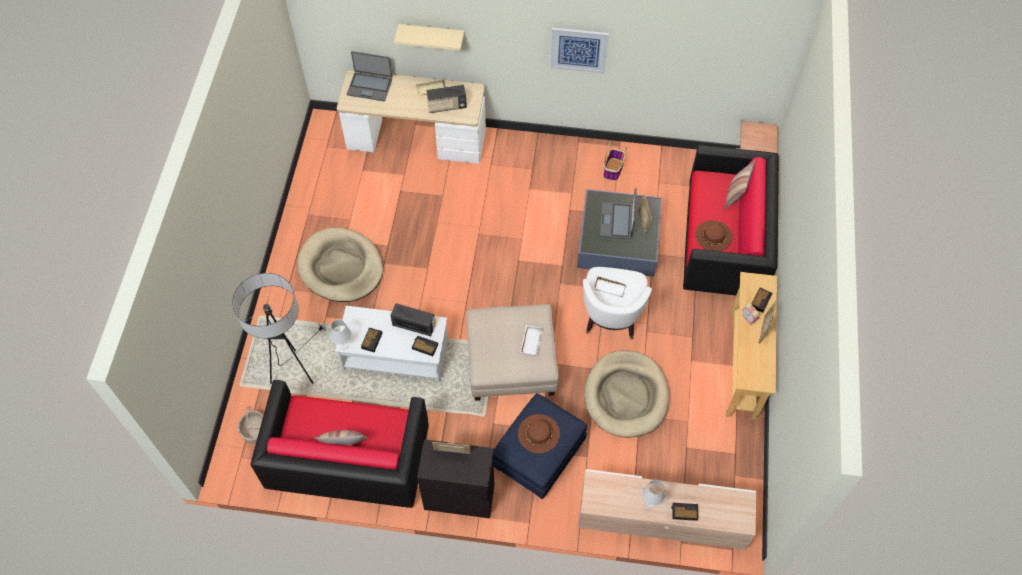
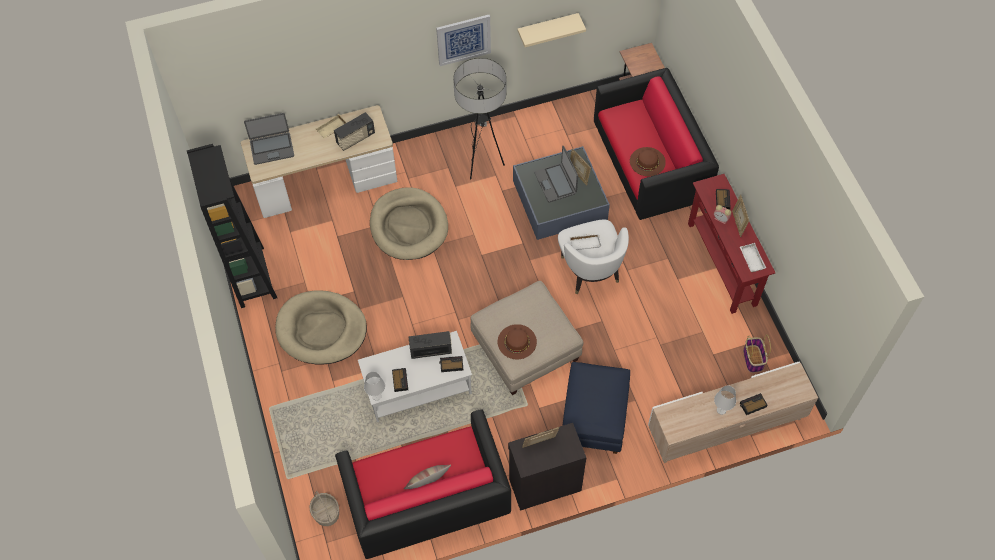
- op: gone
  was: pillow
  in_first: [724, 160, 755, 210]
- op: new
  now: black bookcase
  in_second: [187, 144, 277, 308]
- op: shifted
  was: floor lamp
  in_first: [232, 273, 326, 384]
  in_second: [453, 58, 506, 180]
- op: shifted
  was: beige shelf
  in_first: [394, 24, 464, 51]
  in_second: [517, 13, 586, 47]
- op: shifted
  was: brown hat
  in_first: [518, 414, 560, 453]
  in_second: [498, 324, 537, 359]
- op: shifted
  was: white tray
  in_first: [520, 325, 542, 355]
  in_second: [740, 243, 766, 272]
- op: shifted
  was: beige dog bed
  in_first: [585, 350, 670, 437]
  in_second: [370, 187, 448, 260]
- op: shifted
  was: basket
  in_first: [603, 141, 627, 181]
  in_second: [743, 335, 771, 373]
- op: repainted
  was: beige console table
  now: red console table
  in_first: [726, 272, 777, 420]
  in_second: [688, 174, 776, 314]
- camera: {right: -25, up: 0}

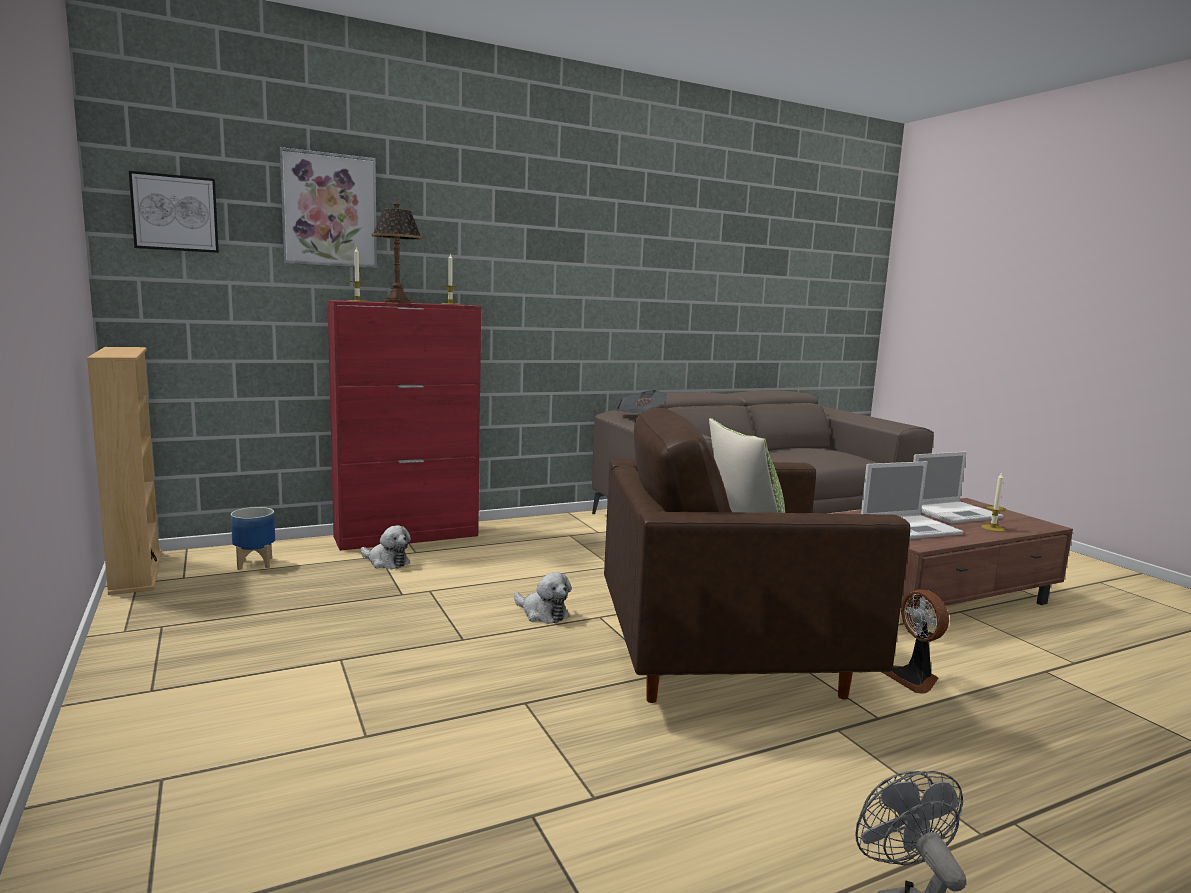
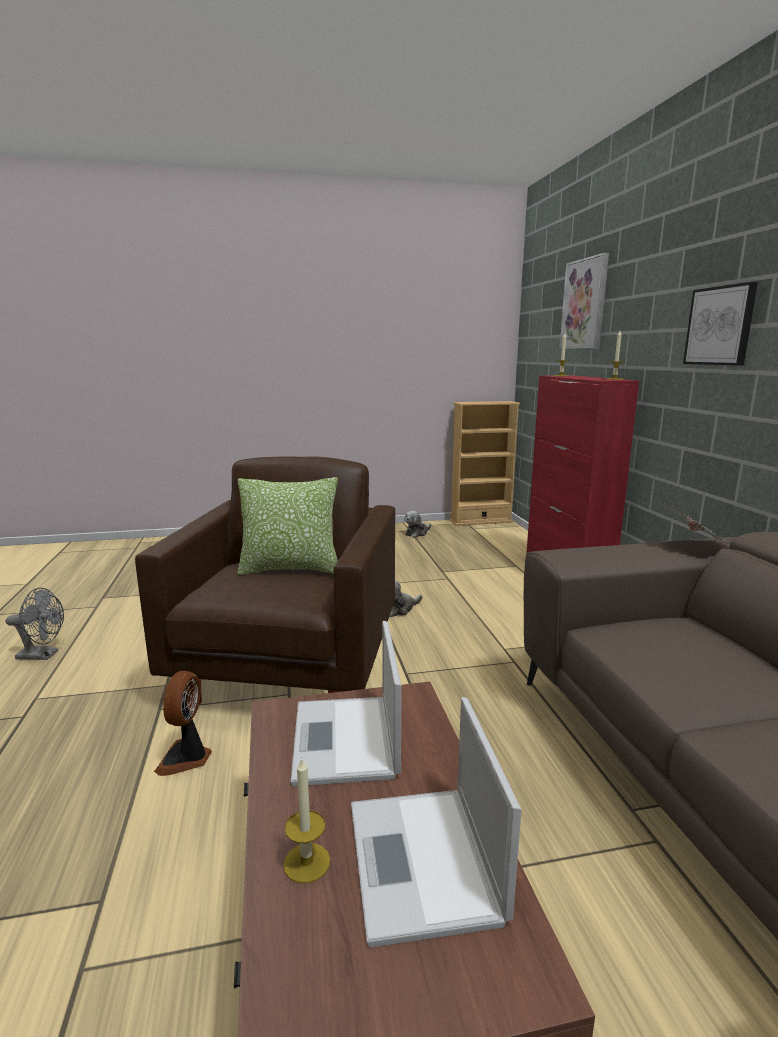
- op: gone
  was: planter
  in_first: [231, 507, 275, 570]
- op: gone
  was: table lamp
  in_first: [371, 202, 423, 303]
- op: shifted
  was: picture
  in_first: [129, 171, 219, 253]
  in_second: [683, 282, 758, 366]
- op: shifted
  was: plush toy
  in_first: [361, 525, 411, 569]
  in_second: [404, 511, 431, 538]
- op: rotated
  was: fan
  in_first: [882, 589, 949, 694]
  in_second: [154, 671, 212, 776]
  clockwise: -75
- camera: {right: 105, up: 5}

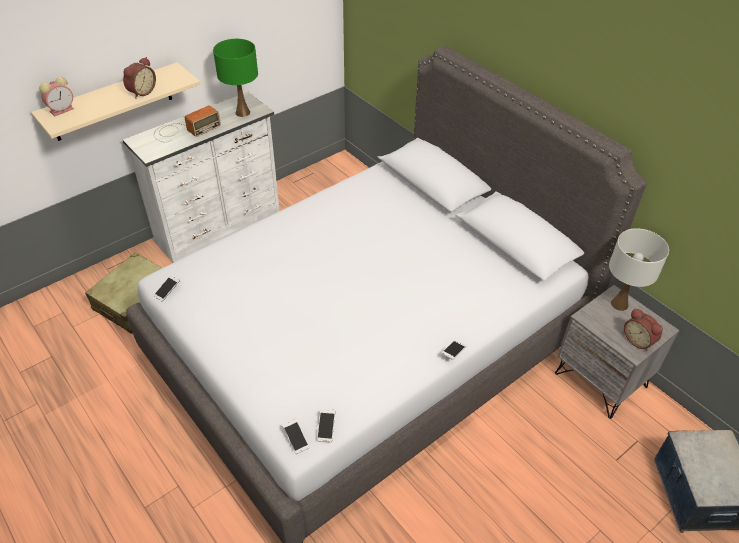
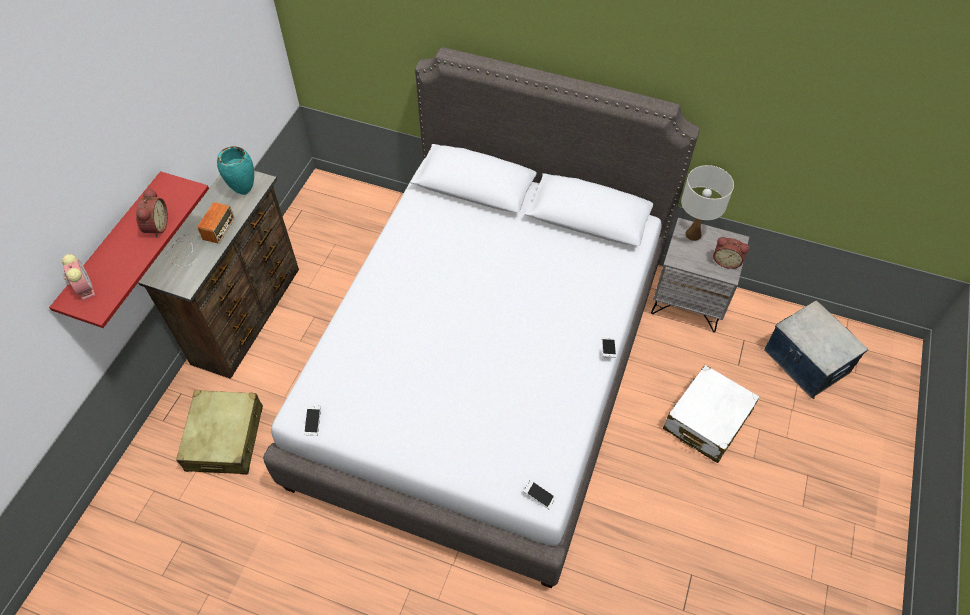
- op: gone
  was: phone
  in_first: [317, 409, 335, 442]
- op: new
  now: white suitcase
  in_second: [663, 365, 760, 463]
- op: swapped
  was: green table lamp
  now: turquoise vase
  in_first: [213, 39, 258, 117]
  in_second: [217, 146, 254, 195]
- op: repainted
  was: beige shelf
  now: red shelf
  in_first: [31, 62, 201, 141]
  in_second: [49, 171, 209, 328]
- op: repainted
  was: white dresser
  now: brown dresser
  in_first: [123, 92, 280, 263]
  in_second: [138, 171, 299, 379]
- op: rotated
  was: alarm clock
  in_first: [39, 77, 74, 117]
  in_second: [62, 254, 96, 301]
  clockwise: -45
- camera: {right: -30, up: 10}

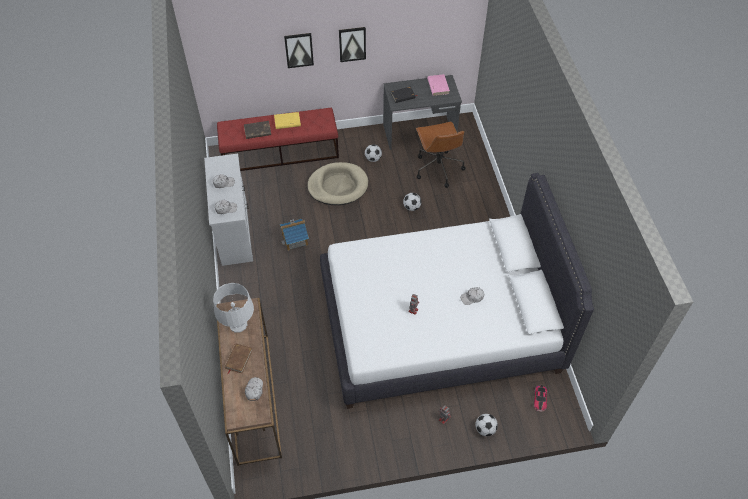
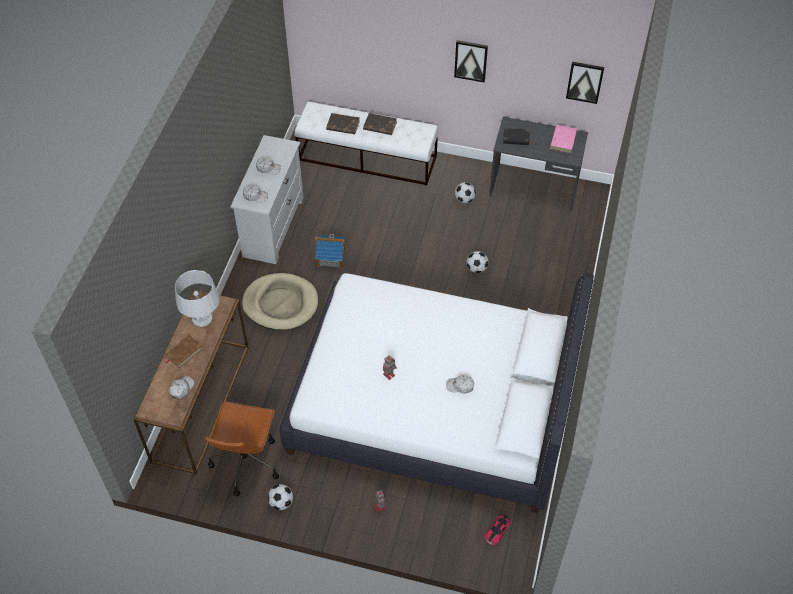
- op: shifted
  was: picture
  in_first: [284, 33, 314, 68]
  in_second: [566, 62, 604, 104]
- op: shifted
  was: beige dog bed
  in_first: [308, 162, 368, 205]
  in_second: [242, 273, 318, 330]
- op: shifted
  was: brown office chair
  in_first: [416, 122, 466, 188]
  in_second: [204, 401, 279, 496]
- op: shifted
  was: football
  in_first: [475, 414, 498, 436]
  in_second: [268, 484, 293, 510]
- op: repainted
  was: red bench
  now: white bench
  in_first: [217, 108, 339, 171]
  in_second: [294, 101, 439, 185]
- op: repainted
  was: yellow book
  now: brown book
  in_first: [274, 112, 301, 129]
  in_second: [363, 113, 397, 135]
- camera: {right: 25, up: 0}

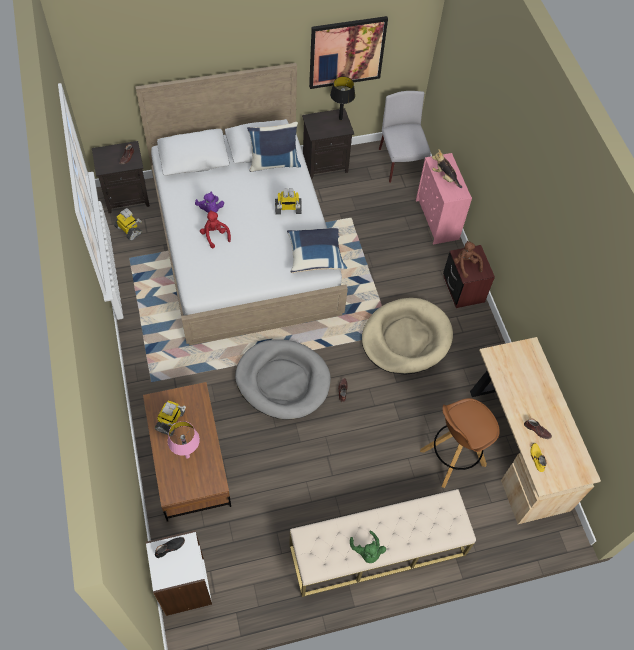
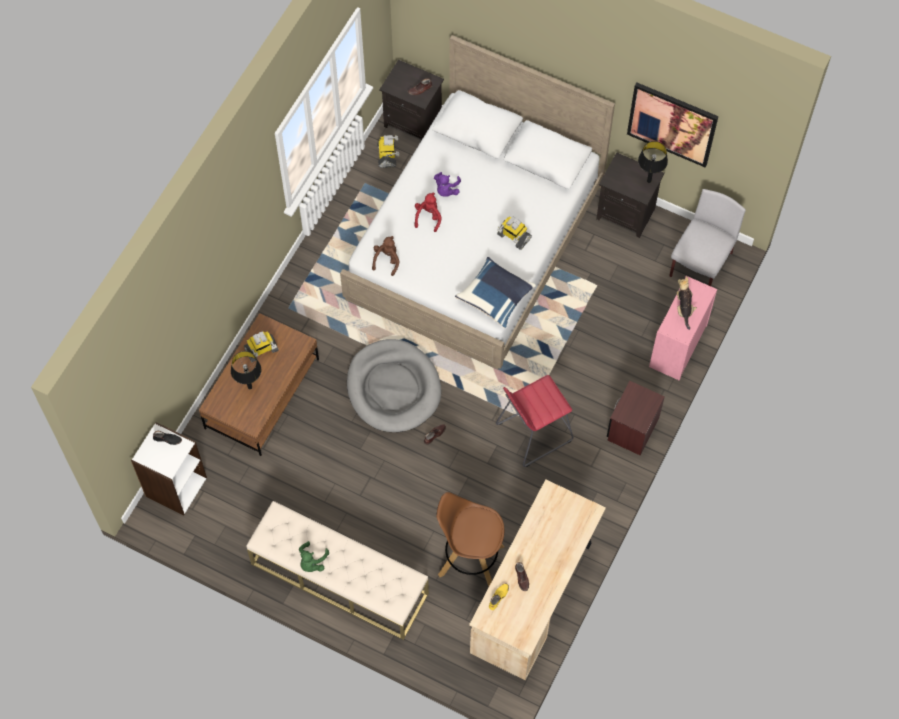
- op: gone
  was: blue pillow
  in_first: [247, 122, 301, 172]
- op: shifted
  was: brown plush toy
  in_first: [454, 241, 483, 278]
  in_second: [372, 236, 400, 276]
- op: swapped
  was: beige dog bed
  now: red stool
  in_first: [362, 298, 453, 375]
  in_second: [496, 375, 573, 467]
- op: repainted
  was: pink table lamp
  now: black table lamp
  in_first: [168, 421, 200, 458]
  in_second: [231, 351, 261, 389]
- camera: {right: 45, up: 5}

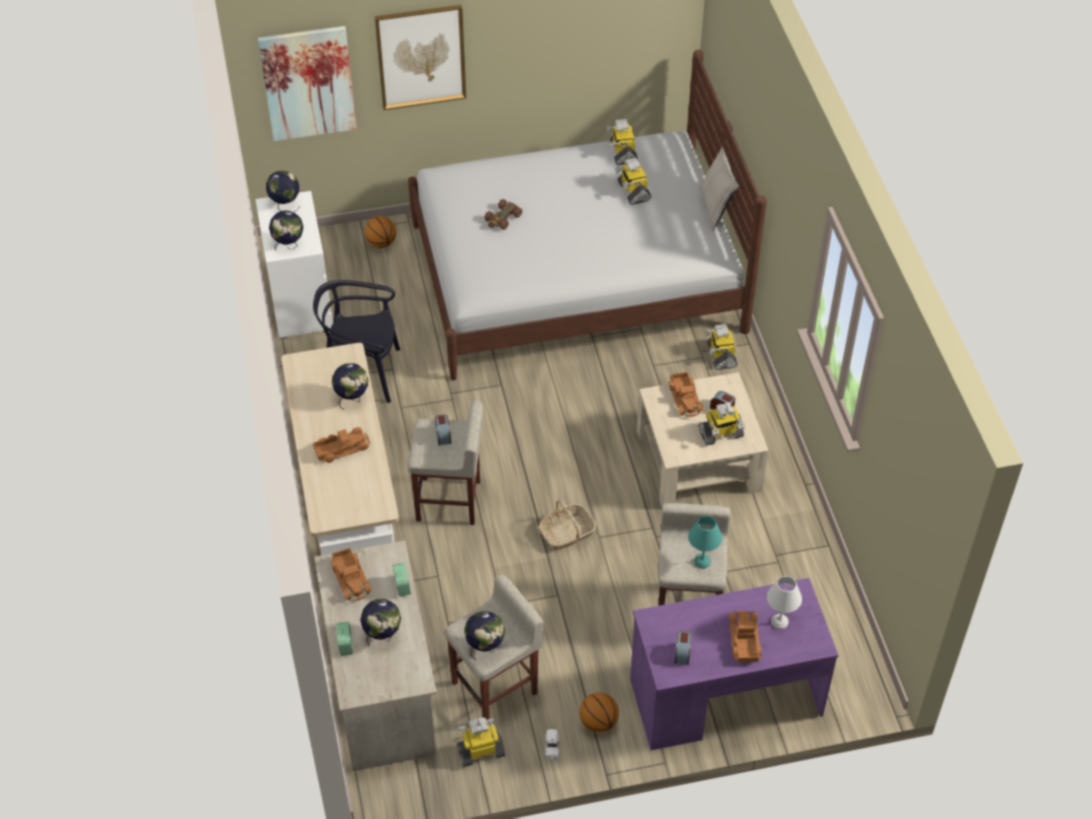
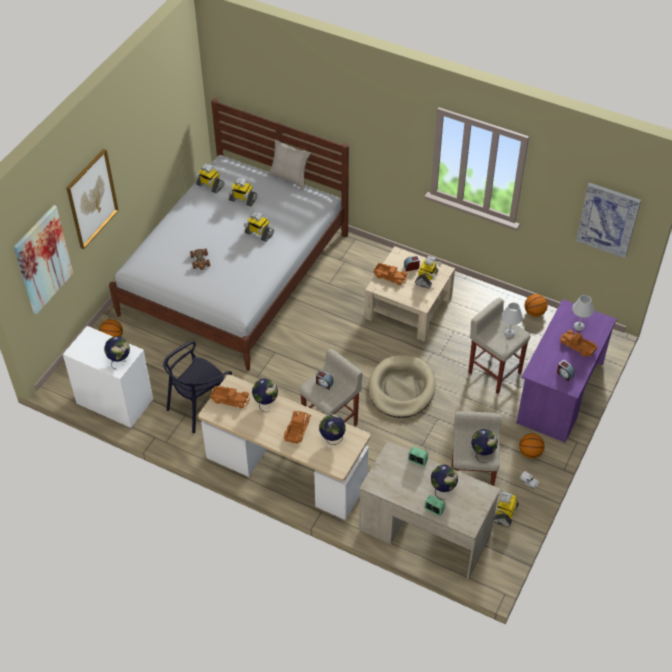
- op: new
  now: basketball
  in_second: [525, 294, 548, 317]
- op: new
  now: picture
  in_second: [576, 183, 641, 258]
- op: shifted
  was: globe
  in_first: [266, 170, 300, 212]
  in_second: [319, 414, 346, 445]
- op: shifted
  was: toy truck
  in_first: [330, 548, 372, 601]
  in_second: [210, 386, 250, 408]
- op: shifted
  was: toy robot
  in_first: [705, 324, 738, 370]
  in_second: [244, 211, 274, 242]
- op: swapped
  was: basket
  now: beige dog bed
  in_first: [539, 500, 596, 550]
  in_second: [368, 355, 436, 418]
- op: repainted
  was: turquoise table lamp
  now: white table lamp
  in_first: [688, 516, 722, 569]
  in_second: [502, 303, 523, 338]
- camera: {right: -50, up: 0}

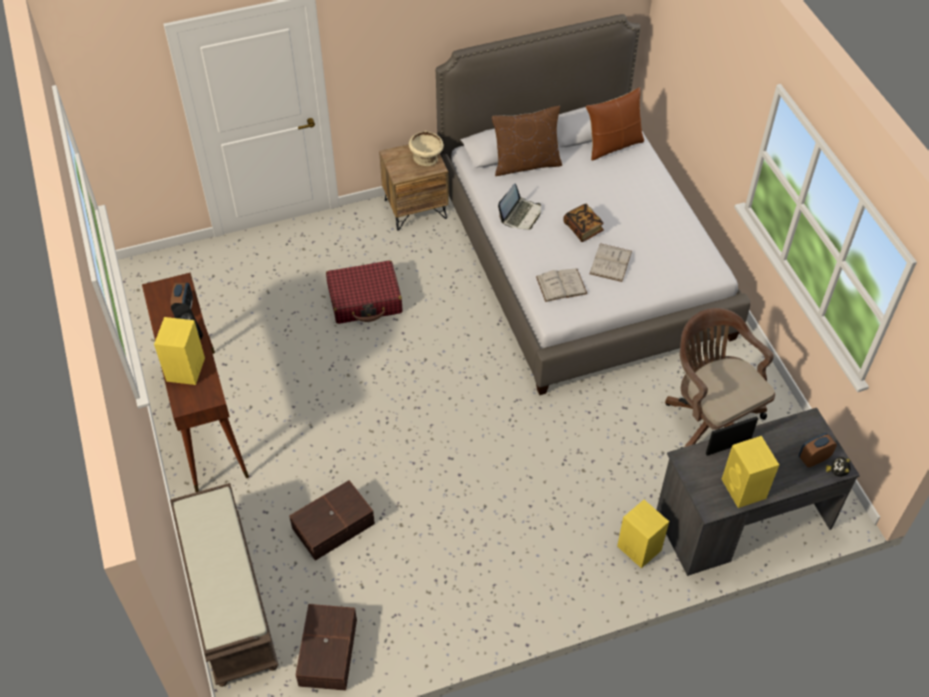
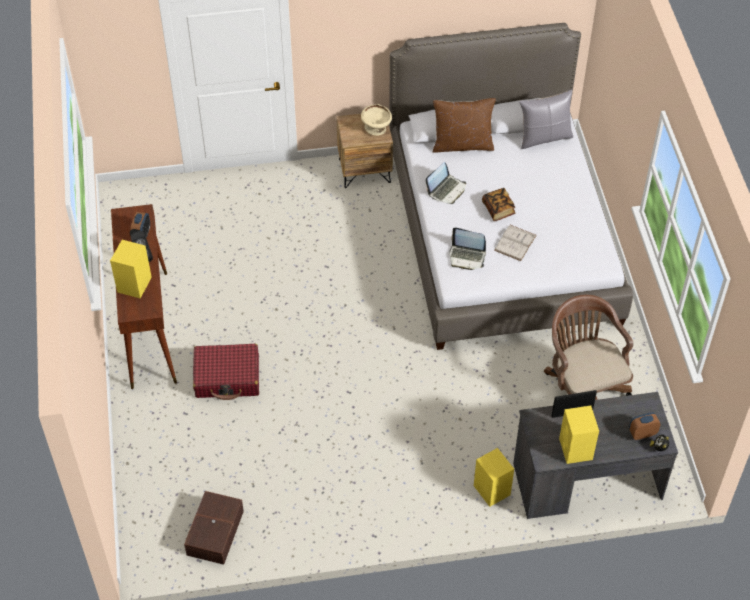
- op: gone
  was: brown bench
  in_first: [170, 483, 279, 687]
- op: gone
  was: brown storage box
  in_first: [289, 480, 375, 561]
- op: shifted
  was: red suitcase
  in_first: [326, 260, 403, 324]
  in_second: [193, 344, 259, 400]
- op: swapped
  was: white book
  now: laptop
  in_first: [536, 269, 587, 302]
  in_second: [449, 228, 486, 270]
- op: repainted
  was: brown pillow
  now: grey pillow
  in_first: [586, 87, 644, 161]
  in_second: [519, 90, 573, 149]
- camera: {right: 10, up: 0}

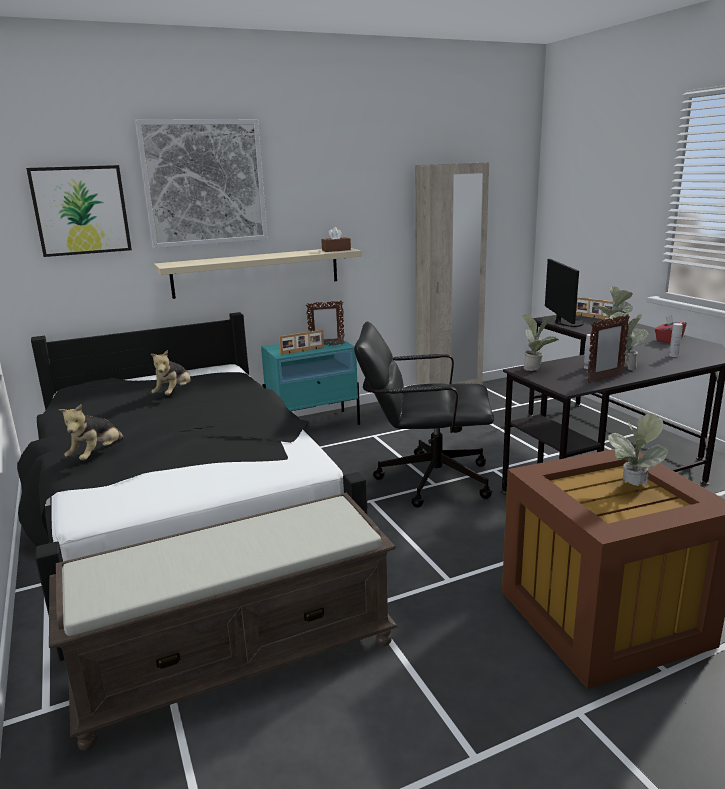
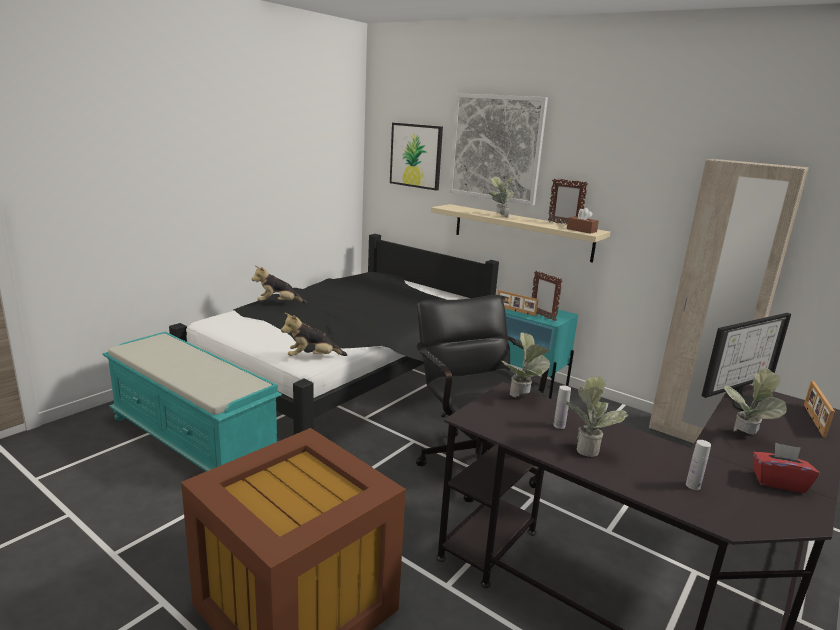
- op: shifted
  was: plush toy
  in_first: [151, 350, 191, 395]
  in_second: [281, 313, 347, 356]
- op: shifted
  was: picture frame
  in_first: [587, 314, 630, 383]
  in_second: [548, 178, 588, 225]
- op: shifted
  was: potted plant
  in_first: [608, 413, 668, 486]
  in_second: [488, 176, 514, 218]
- op: repainted
  was: brown bench
  now: turquoise bench
  in_first: [49, 493, 397, 751]
  in_second: [102, 332, 282, 471]
- camera: {right: 60, up: 0}

